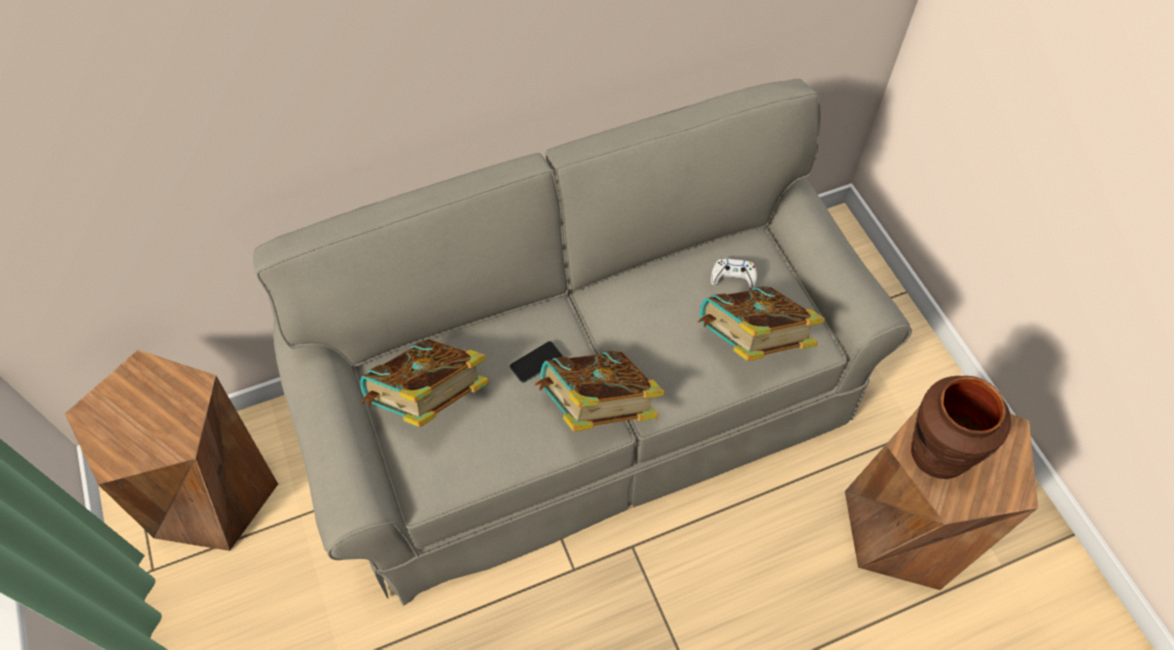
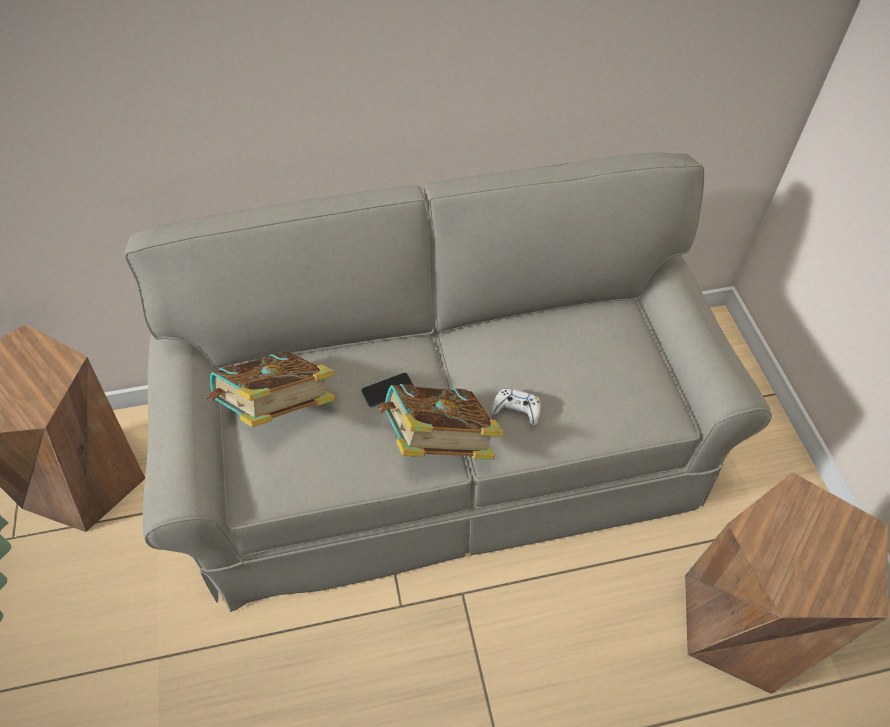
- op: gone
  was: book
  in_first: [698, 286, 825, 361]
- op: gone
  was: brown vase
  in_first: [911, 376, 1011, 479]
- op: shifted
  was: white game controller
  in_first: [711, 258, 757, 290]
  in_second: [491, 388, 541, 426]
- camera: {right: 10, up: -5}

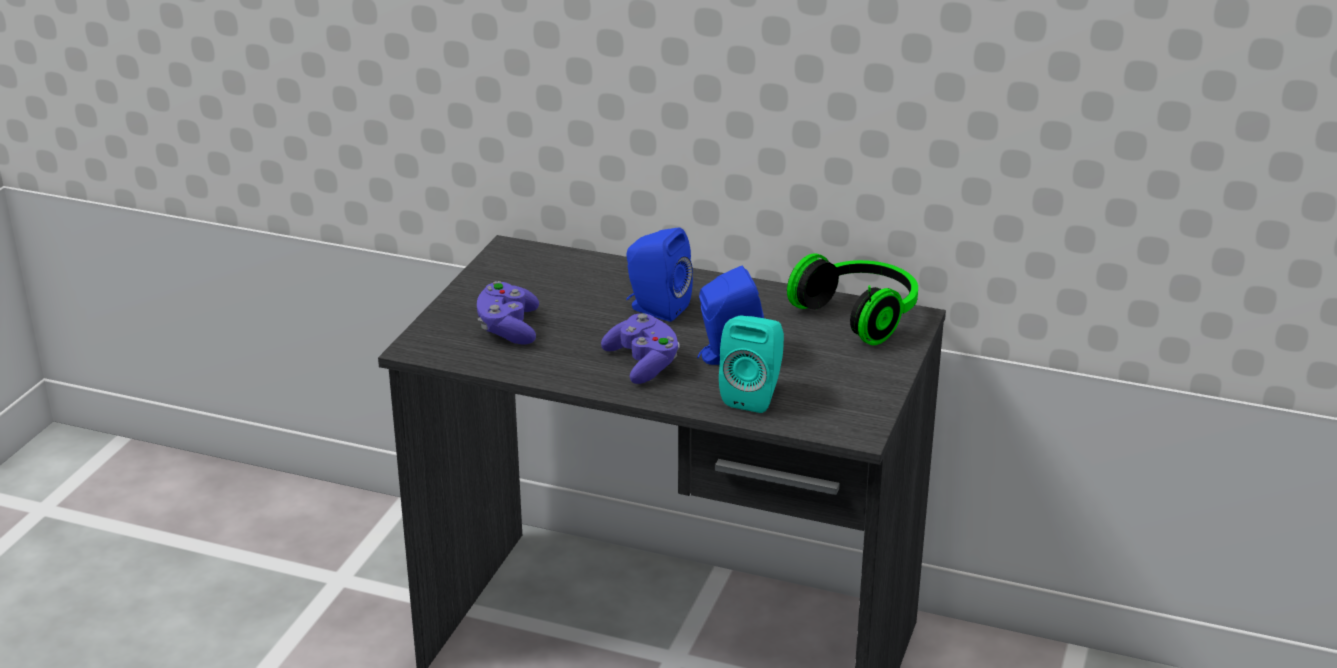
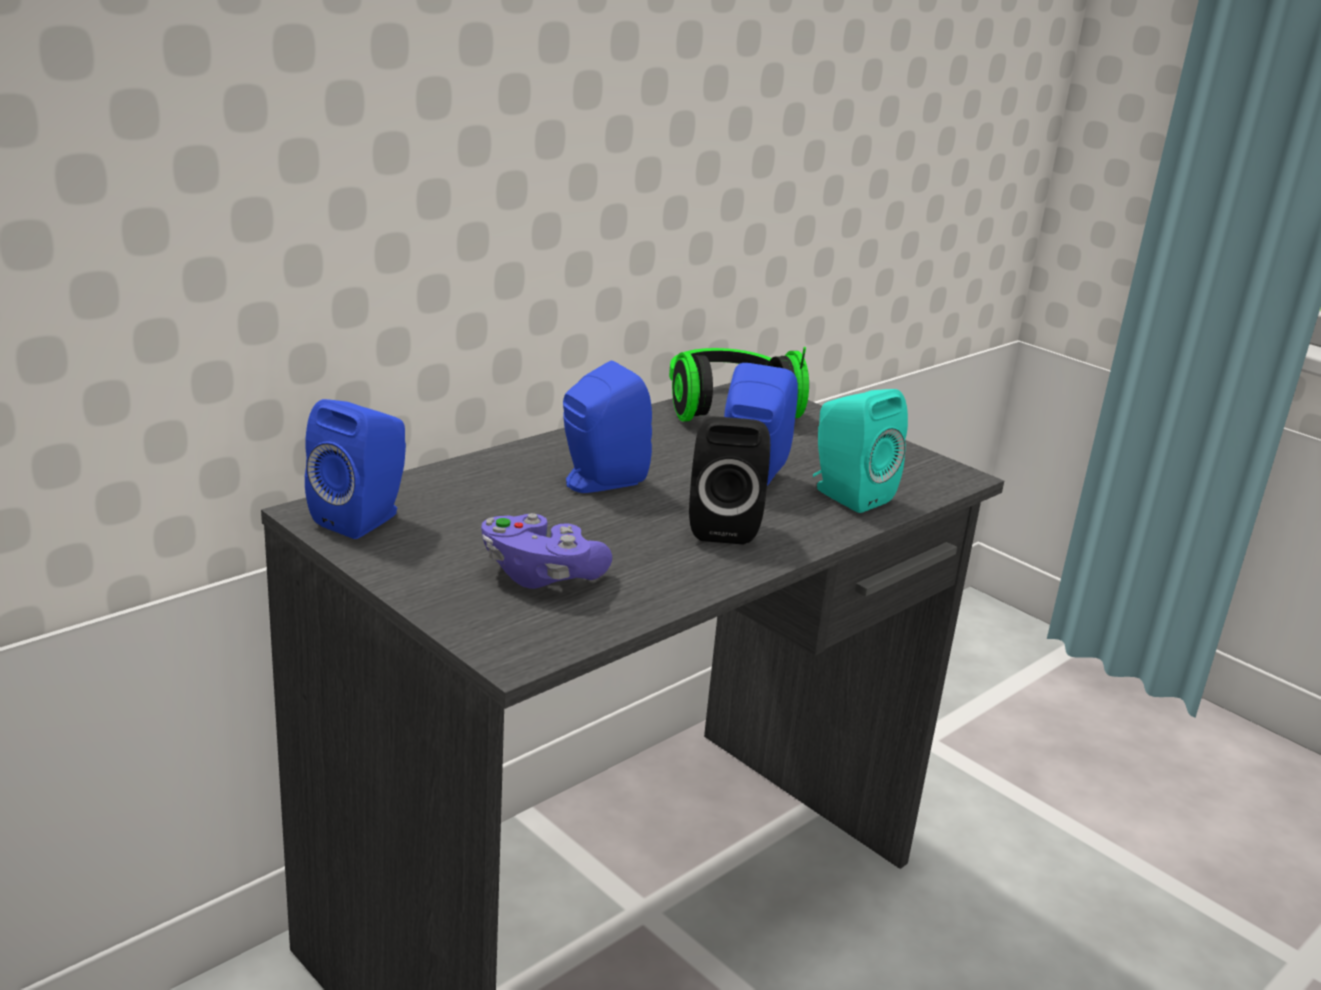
- op: new
  now: blue speaker
  in_second: [305, 399, 406, 539]
- op: swapped
  was: purple game controller
  now: black speaker
  in_first: [601, 313, 680, 384]
  in_second: [689, 416, 770, 545]
- camera: {right: -65, up: -5}

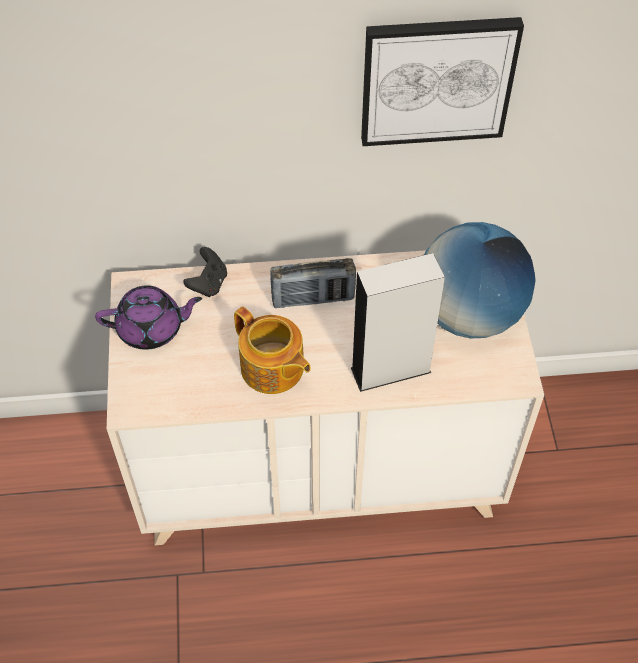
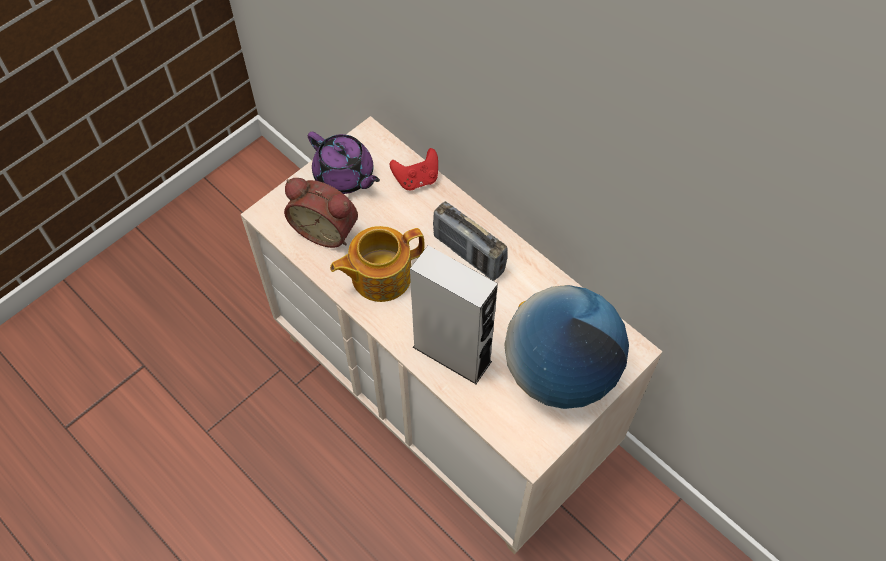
- op: gone
  was: picture
  in_first: [361, 17, 524, 146]
- op: new
  now: alarm clock
  in_second: [284, 178, 358, 248]
- op: repainted
  was: black game controller
  now: red game controller
  in_first: [183, 247, 227, 297]
  in_second: [390, 148, 438, 190]
- op: rotated
  was: teapot
  in_first: [234, 306, 311, 394]
  in_second: [330, 226, 424, 302]
  clockwise: 60
- camera: {right: 50, up: 5}

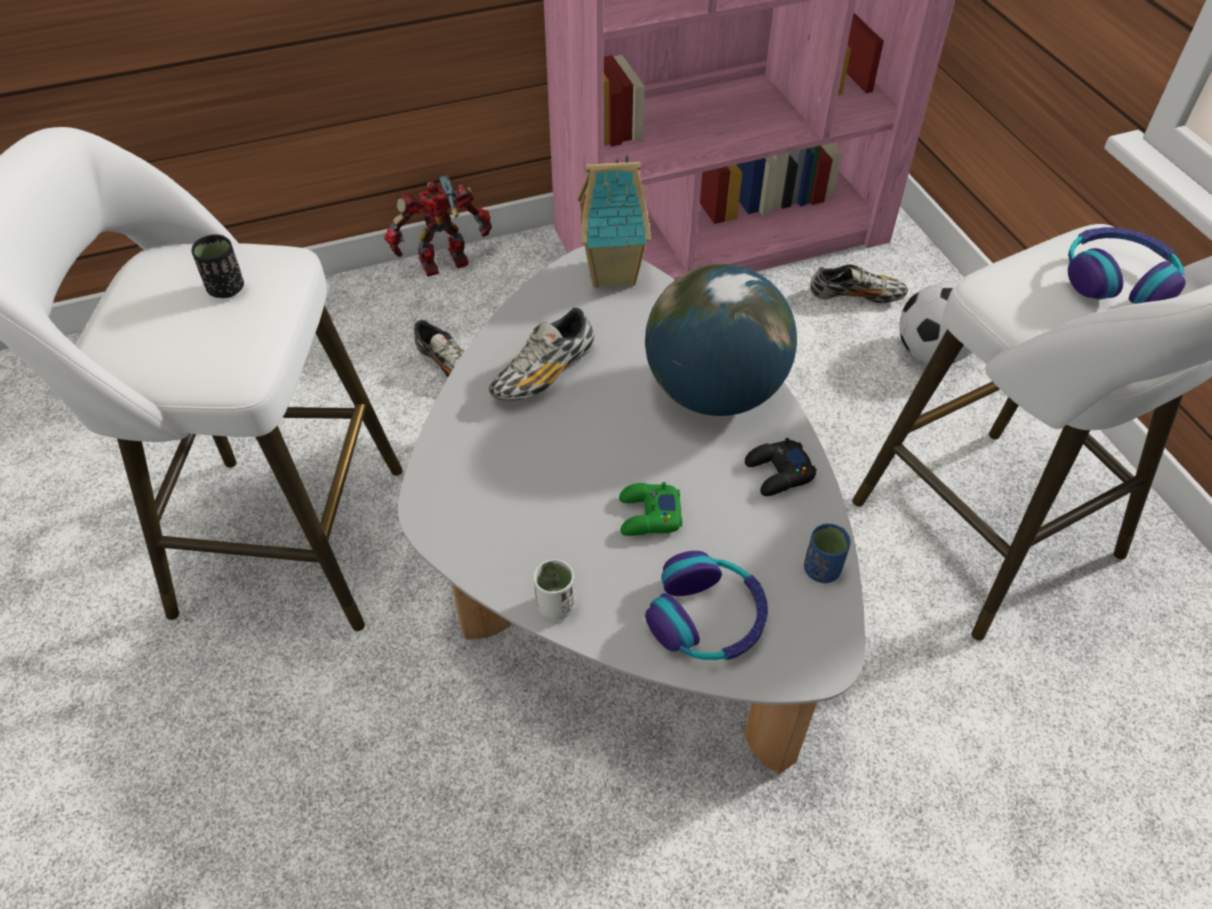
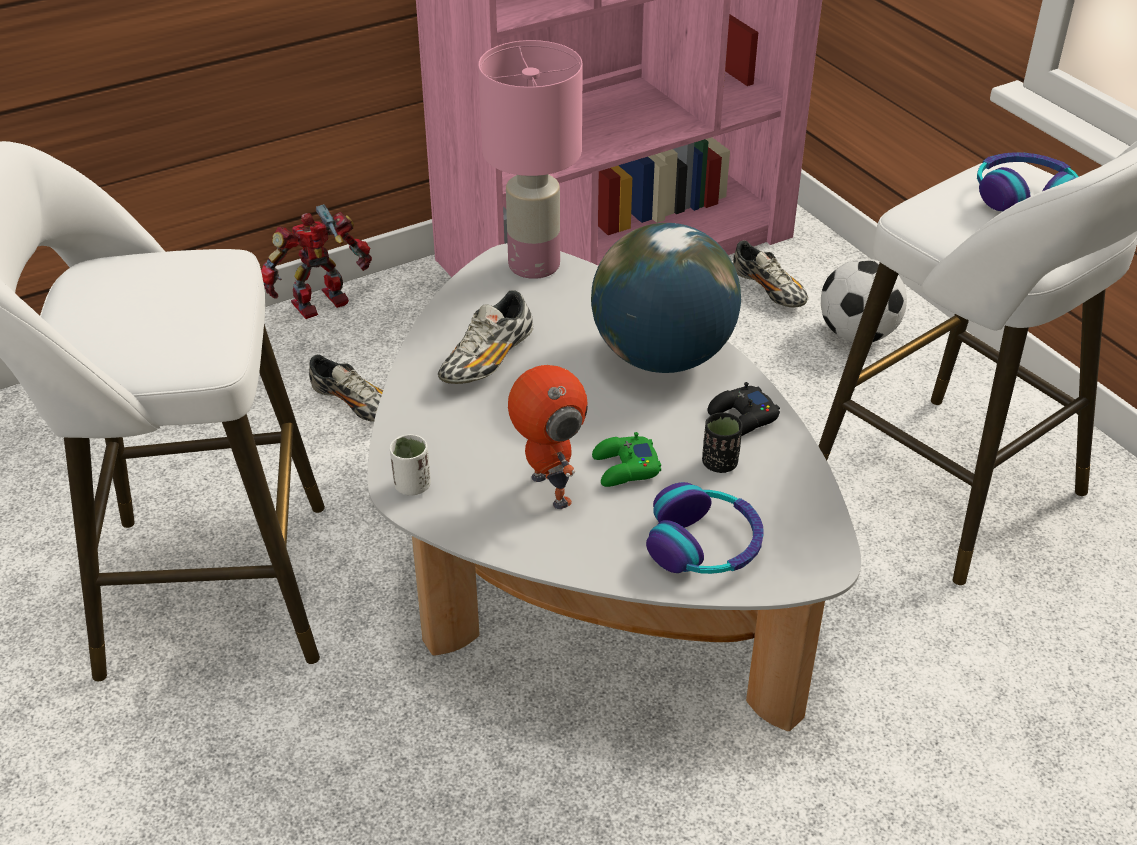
- op: gone
  was: blue cup
  in_first: [804, 524, 851, 583]
- op: new
  now: toy robot
  in_second: [508, 365, 588, 509]
- op: shifted
  was: black cup
  in_first: [191, 234, 244, 298]
  in_second: [702, 412, 742, 473]
- op: shifted
  was: white cup
  in_first: [534, 559, 575, 620]
  in_second: [390, 434, 431, 495]
- op: swapped
  was: toy house
  now: pink table lamp
  in_first: [577, 155, 651, 288]
  in_second: [478, 40, 583, 279]
- op: rotated
  was: shoe
  in_first: [810, 264, 908, 303]
  in_second: [733, 240, 808, 308]
  clockwise: 60
- camera: {right: -10, up: -10}

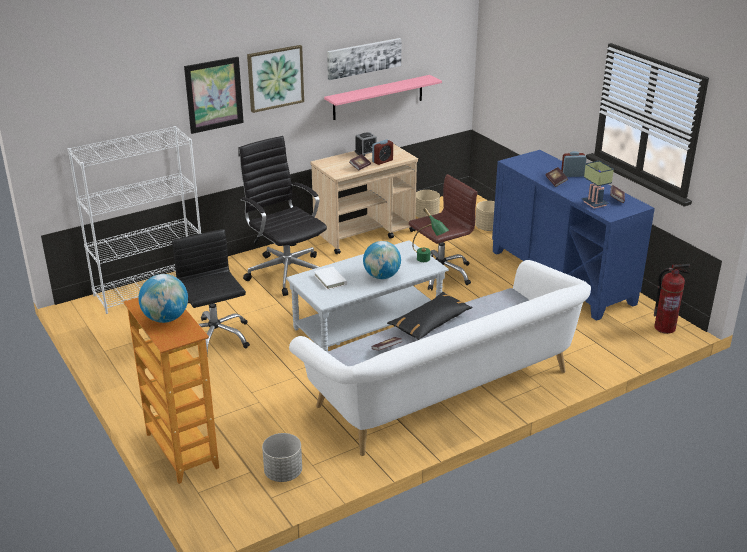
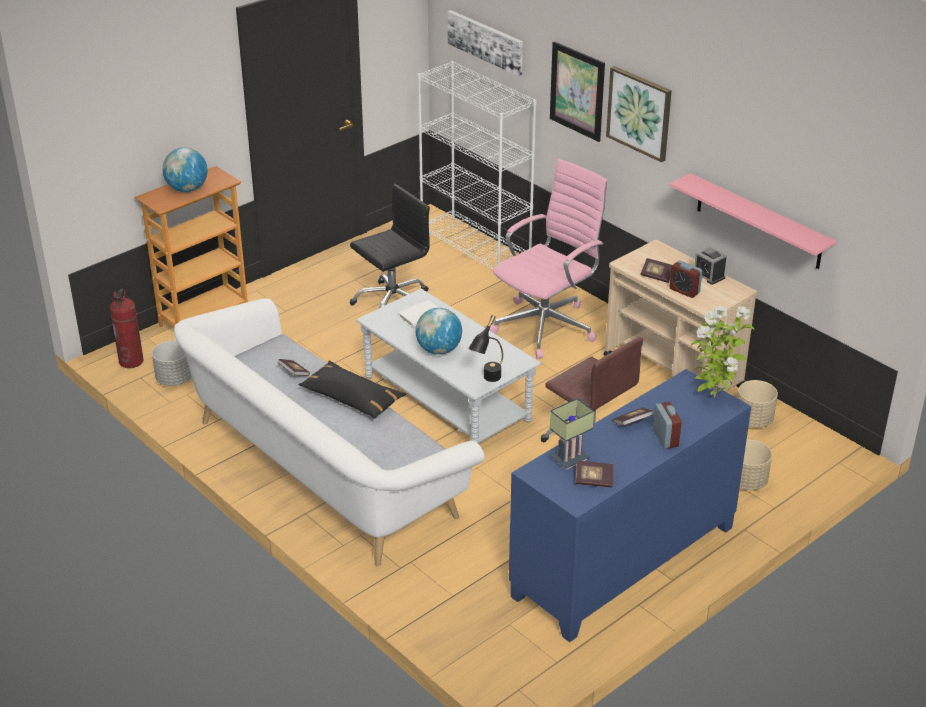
- op: new
  now: potted plant
  in_second: [691, 306, 754, 398]
- op: shifted
  was: picture
  in_first: [327, 38, 402, 80]
  in_second: [447, 10, 523, 76]
- op: shifted
  was: fire extinguisher
  in_first: [654, 264, 690, 334]
  in_second: [110, 288, 144, 368]
- op: repainted
  was: black office chair
  now: pink office chair
  in_first: [238, 136, 327, 296]
  in_second: [489, 159, 608, 359]
- op: repainted
  was: green table lamp
  now: black table lamp
  in_first: [412, 208, 449, 262]
  in_second: [468, 315, 503, 382]
- camera: {right: 80, up: 5}

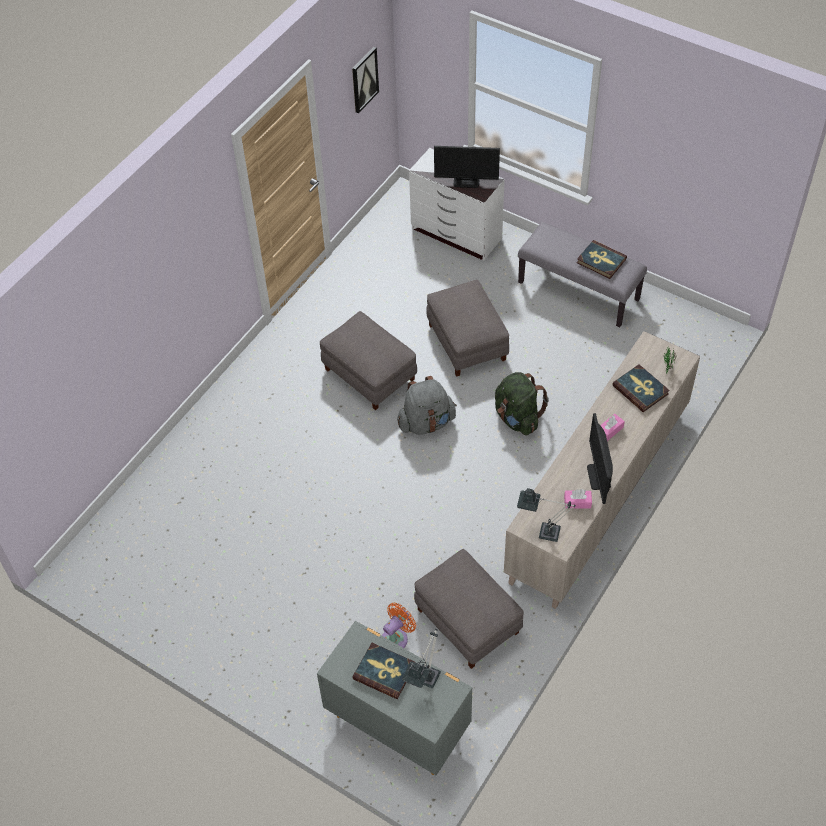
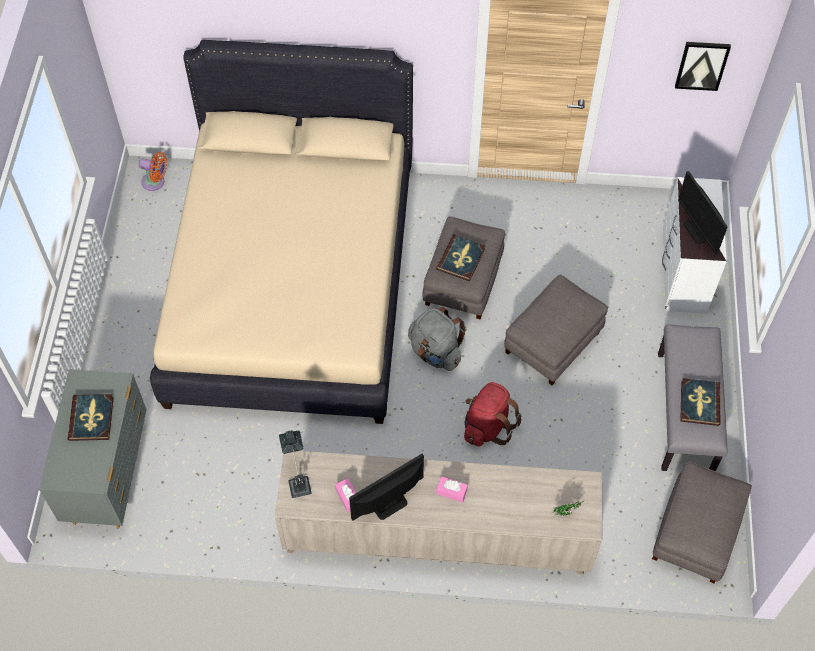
- op: gone
  was: table lamp
  in_first: [402, 629, 441, 688]
- op: new
  now: beige bed
  in_second: [150, 40, 413, 424]
- op: shifted
  was: orange fan
  in_first: [382, 603, 416, 648]
  in_second: [139, 152, 167, 191]
- op: shifted
  was: grey ottoman
  in_first: [414, 549, 523, 669]
  in_second: [652, 461, 752, 583]
- op: shifted
  was: book
  in_first: [612, 364, 670, 412]
  in_second: [436, 235, 485, 281]
- op: repainted
  was: green backpack
  now: red backpack
  in_first: [495, 372, 549, 435]
  in_second: [464, 382, 521, 446]
- camera: {right: 60, up: 5}

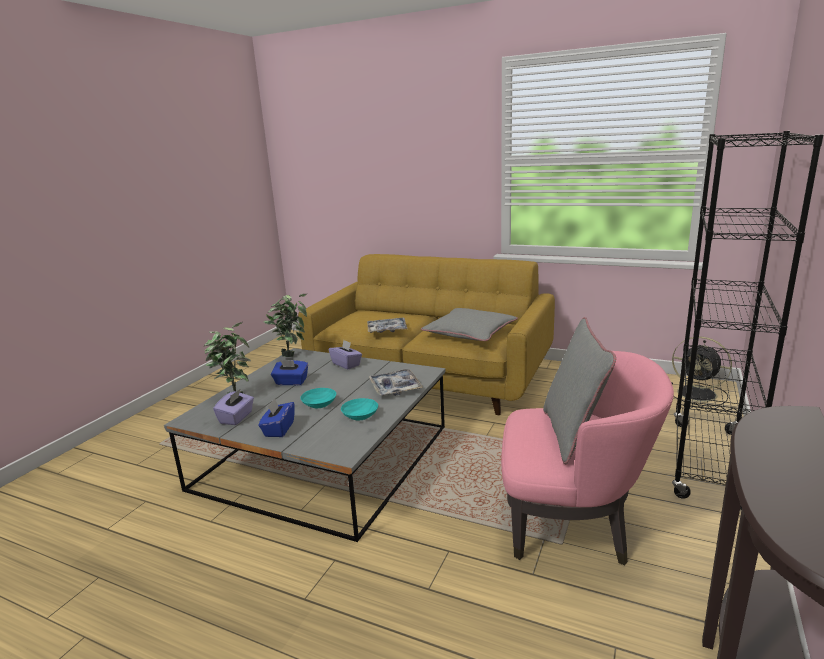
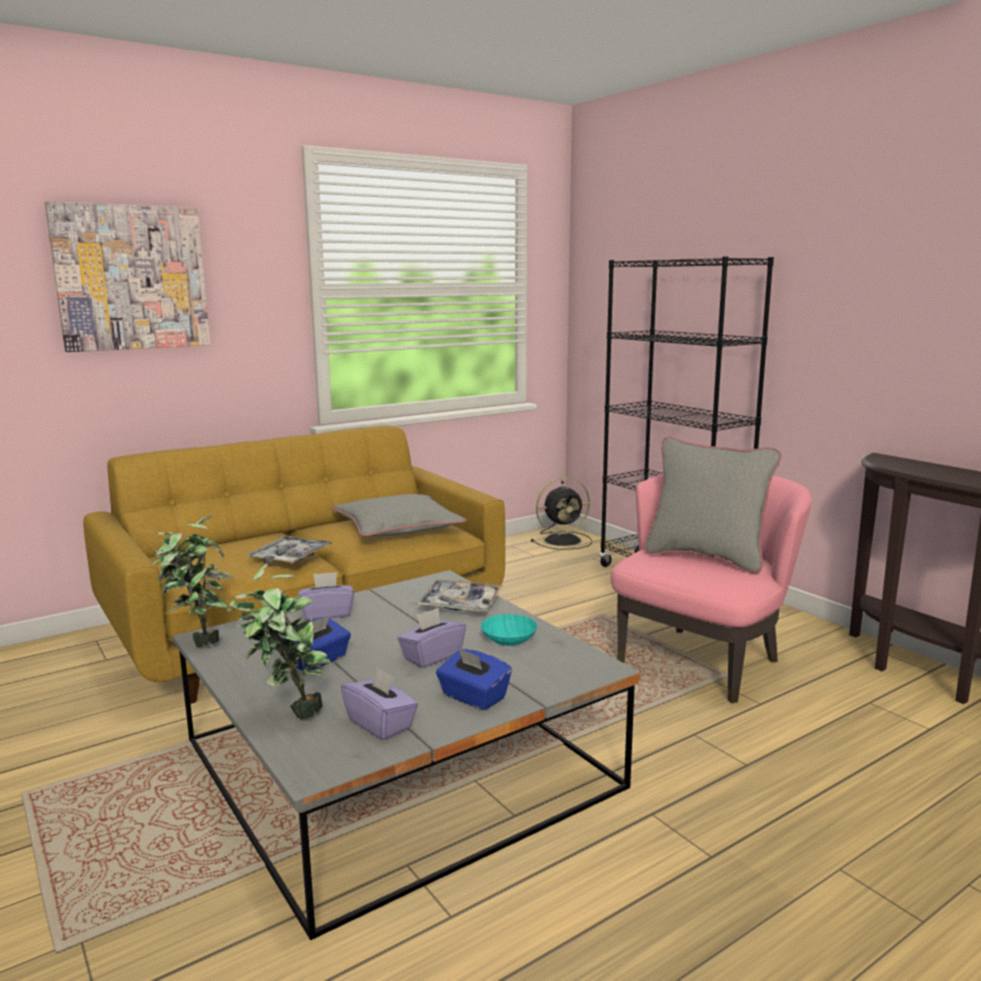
- op: new
  now: picture
  in_second: [45, 201, 210, 352]
- op: swapped
  was: turquoise bowl
  now: purple tissue box
  in_first: [300, 388, 336, 408]
  in_second: [397, 608, 466, 668]
- camera: {right: -60, up: -5}

